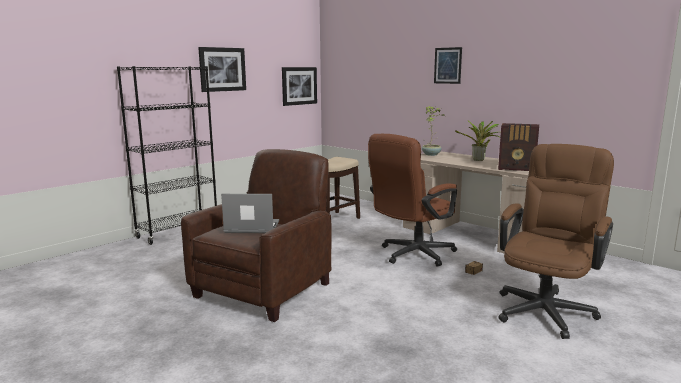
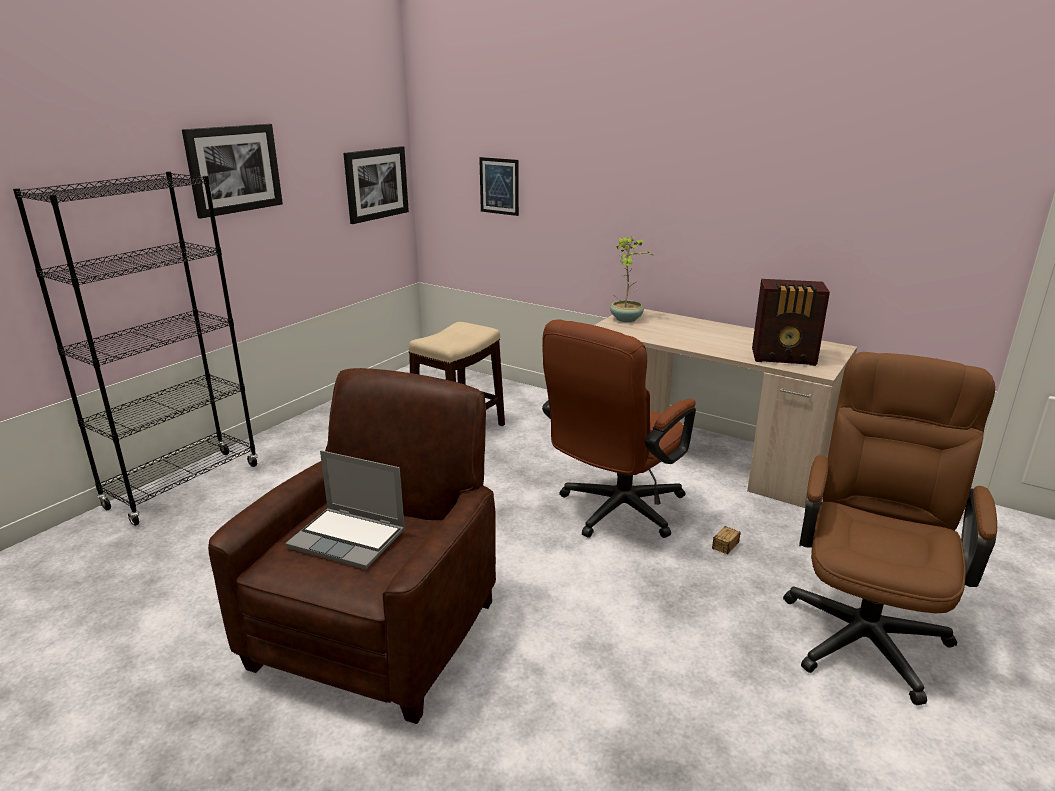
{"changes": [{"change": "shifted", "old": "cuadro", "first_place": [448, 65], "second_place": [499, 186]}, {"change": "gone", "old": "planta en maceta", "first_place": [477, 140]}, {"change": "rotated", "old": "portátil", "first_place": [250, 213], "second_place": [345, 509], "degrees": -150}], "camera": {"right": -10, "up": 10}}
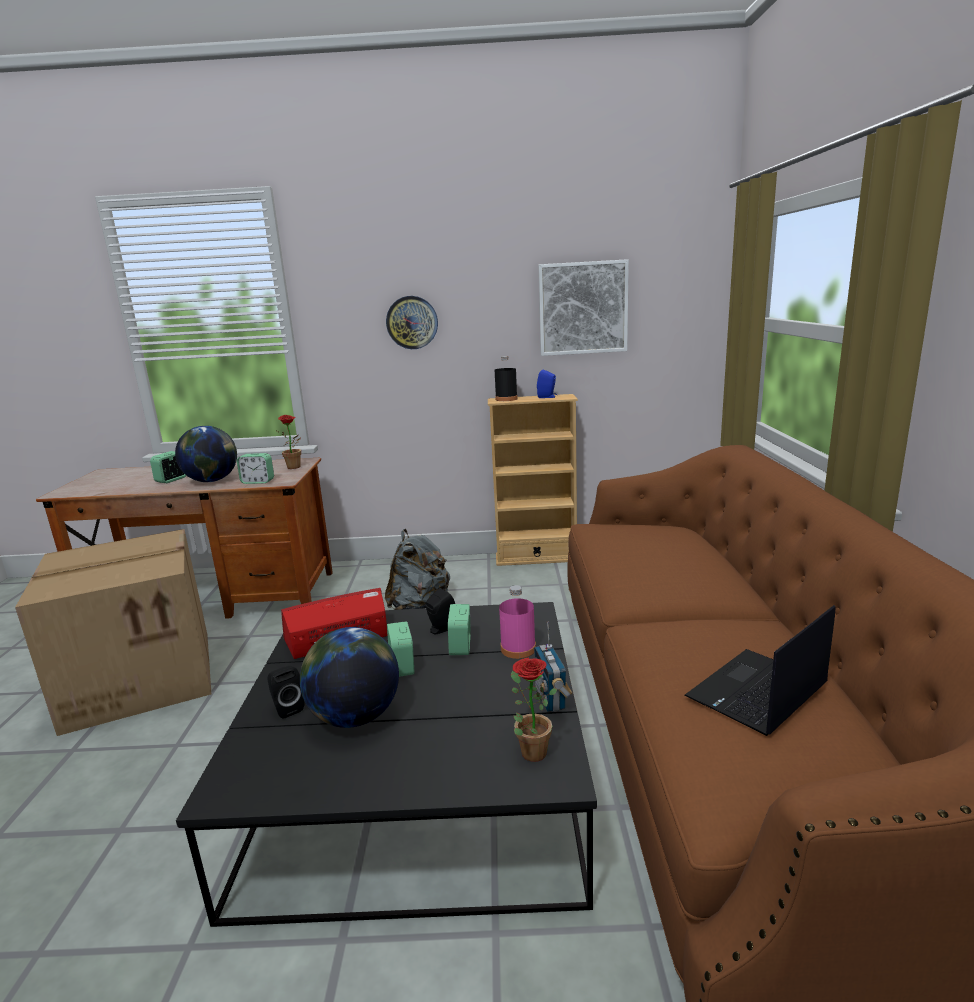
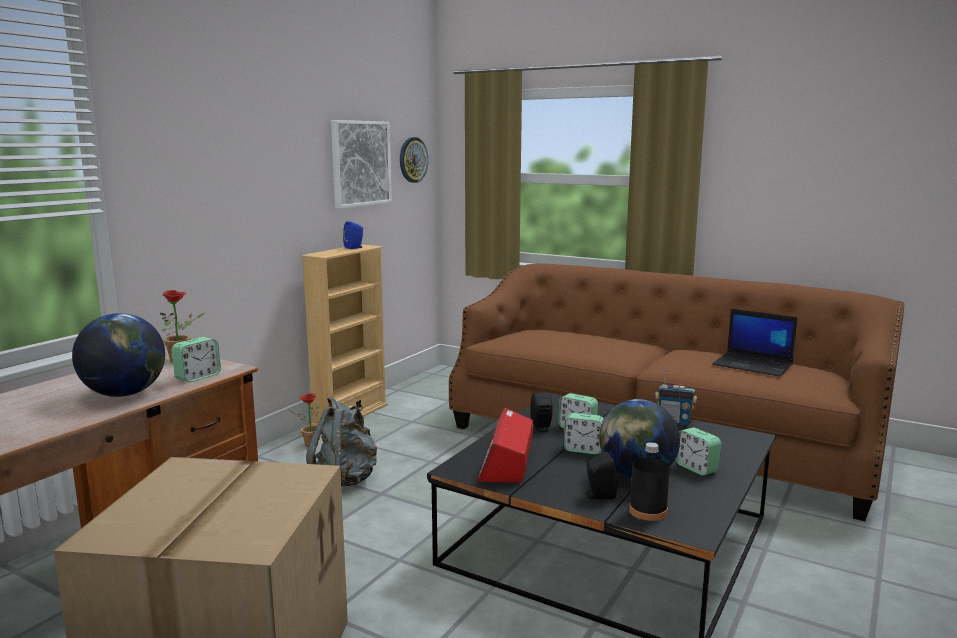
{"changes": [{"change": "shifted", "old": "reloj de pared", "first_place": [412, 322], "second_place": [414, 160]}, {"change": "shifted", "old": "botella [negro]", "first_place": [506, 378], "second_place": [649, 481]}, {"change": "shifted", "old": "despertador", "first_place": [168, 467], "second_place": [698, 451]}, {"change": "gone", "old": "botella [rosa]", "first_place": [517, 622]}, {"change": "rotated", "old": "portátil", "first_place": [760, 670], "second_place": [755, 342], "degrees": -45}, {"change": "shifted", "old": "planta en maceta", "first_place": [534, 710], "second_place": [304, 420]}], "camera": {"right": -60, "up": -5}}
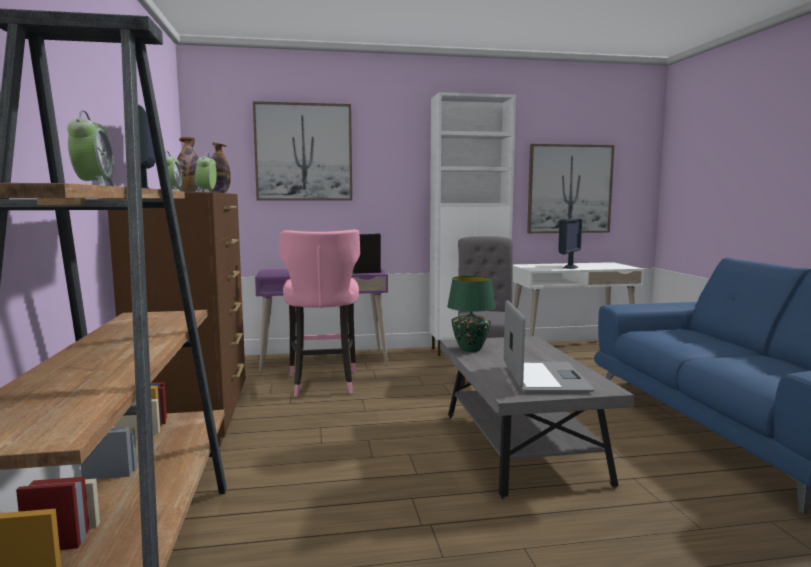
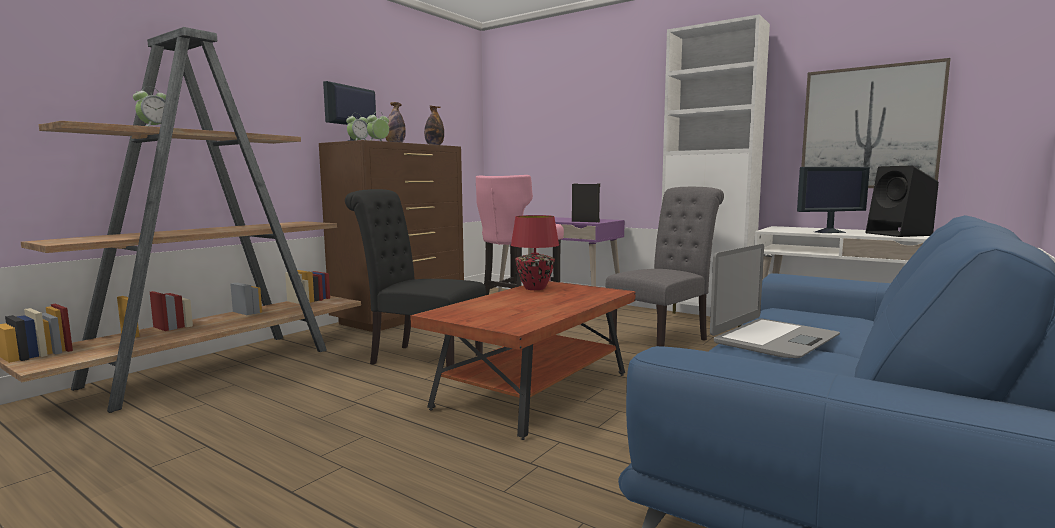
{"changes": [{"change": "gone", "old": "cuadro", "first_place": [302, 150]}, {"change": "repainted", "old": "lámpara de mesa [verde]", "new": "lámpara de mesa [rojo]", "first_place": [471, 314], "second_place": [535, 252]}, {"change": "shifted", "old": "portátil", "first_place": [549, 347], "second_place": [775, 301]}, {"change": "repainted", "old": "mesa de centro [gris]", "new": "mesa de centro [marrón]", "first_place": [537, 417], "second_place": [522, 360]}, {"change": "new", "new": "altavoz [negro]", "second_place": [902, 201]}, {"change": "new", "new": "silla [negro]", "second_place": [415, 278]}], "camera": {"right": 45, "up": 0}}
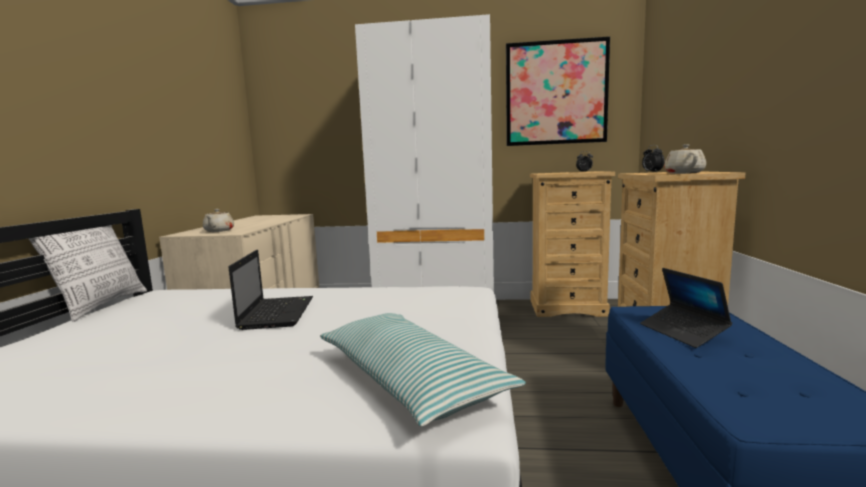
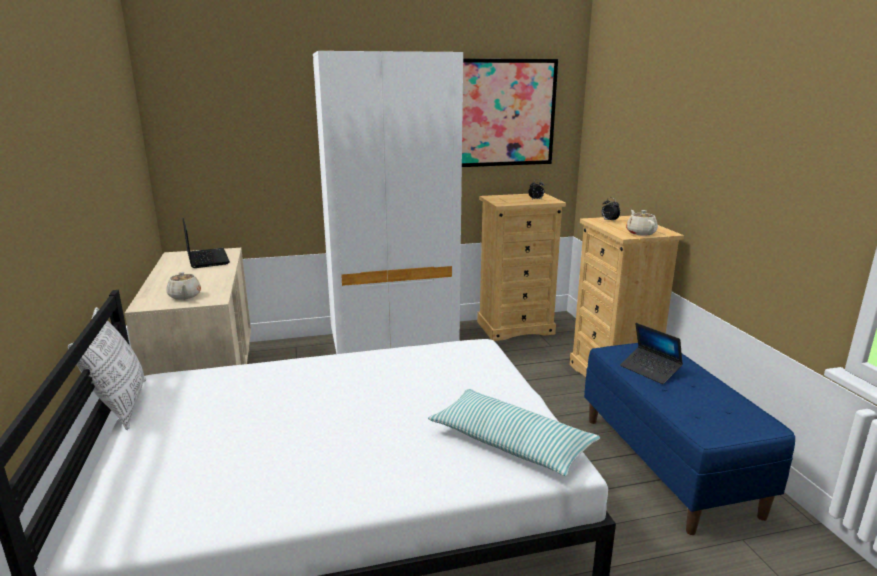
{"changes": [{"change": "shifted", "old": "portátil", "first_place": [271, 290], "second_place": [206, 243]}], "camera": {"right": -20, "up": 10}}
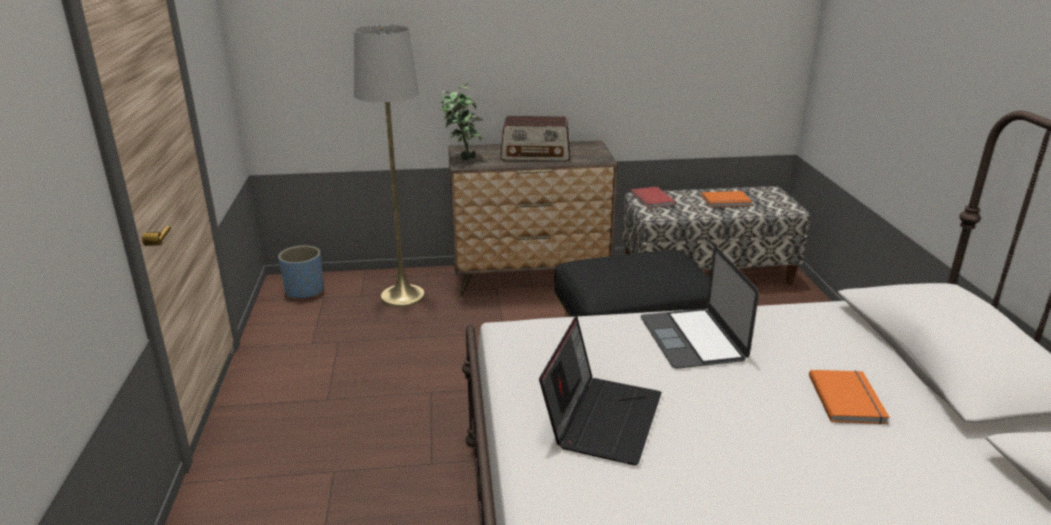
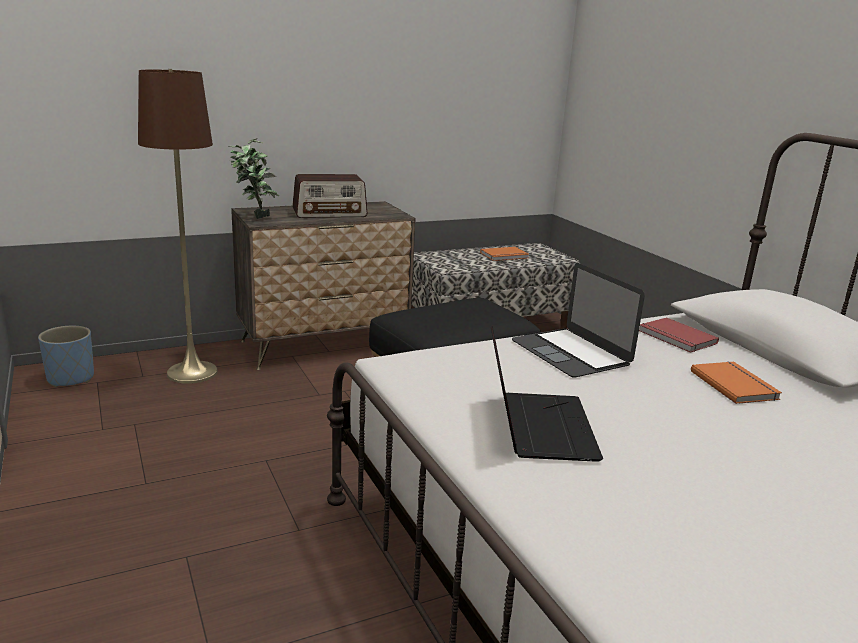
{"changes": [{"change": "repainted", "old": "lámpara de pie [gris]", "new": "lámpara de pie [marrón]", "first_place": [389, 166], "second_place": [178, 226]}, {"change": "shifted", "old": "libro [rojo]", "first_place": [653, 198], "second_place": [679, 335]}], "camera": {"right": -20, "up": -5}}
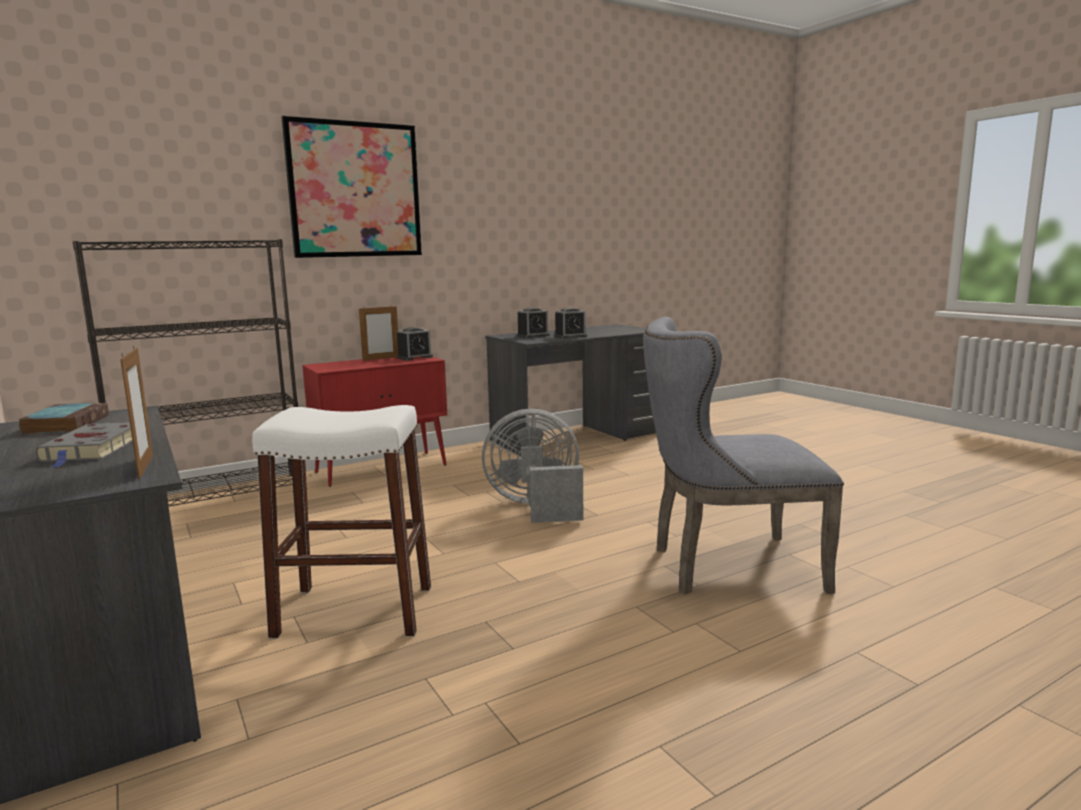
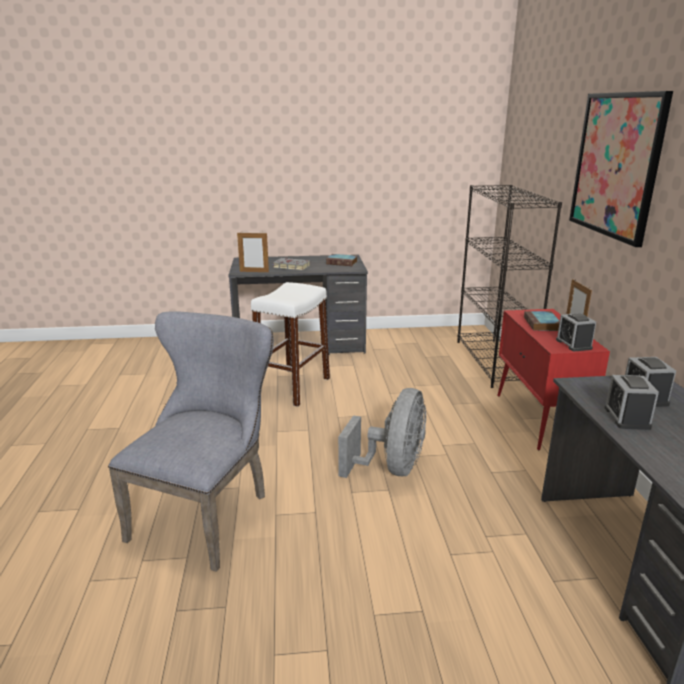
{"changes": [{"change": "new", "new": "libro", "second_place": [542, 321]}], "camera": {"right": 115, "up": 10}}
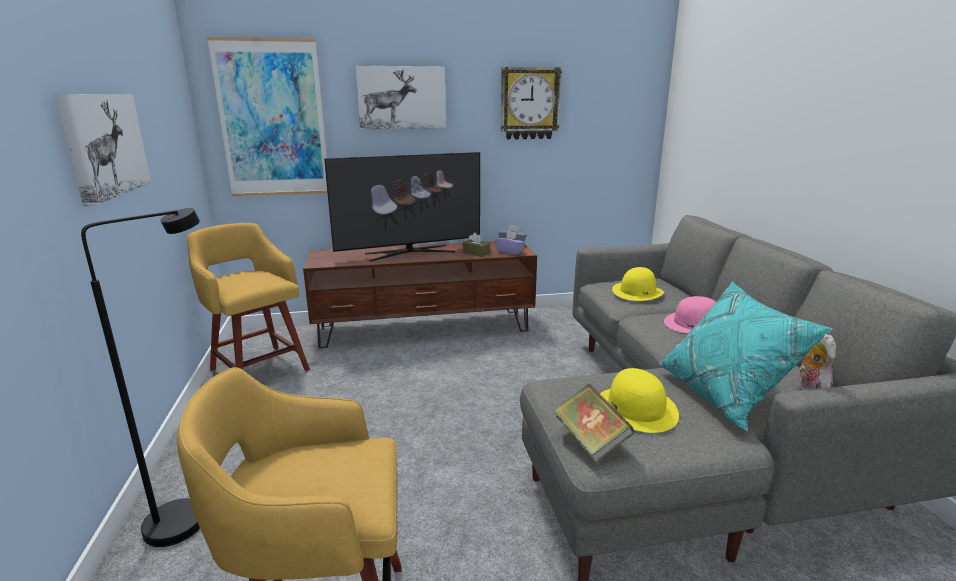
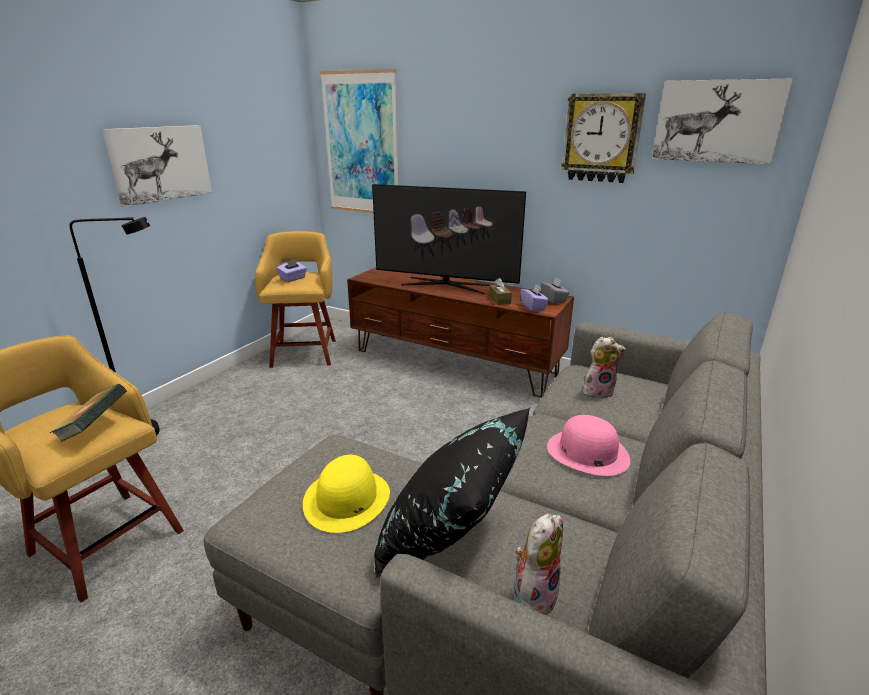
{"changes": [{"change": "shifted", "old": "cuadro", "first_place": [401, 97], "second_place": [722, 121]}, {"change": "swapped", "old": "sombrero [amarillo]", "new": "peluche", "first_place": [638, 284], "second_place": [604, 367]}, {"change": "repainted", "old": "cojín [turquesa]", "new": "cojín [negro]", "first_place": [746, 357], "second_place": [452, 492]}, {"change": "shifted", "old": "libro", "first_place": [594, 424], "second_place": [88, 412]}, {"change": "new", "new": "caja de pañuelos [morado]", "second_place": [292, 270]}], "camera": {"right": 40, "up": 5}}
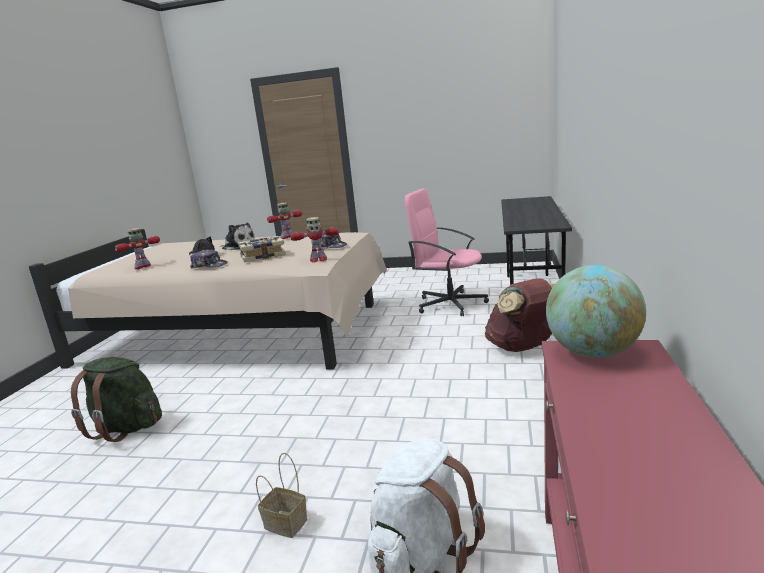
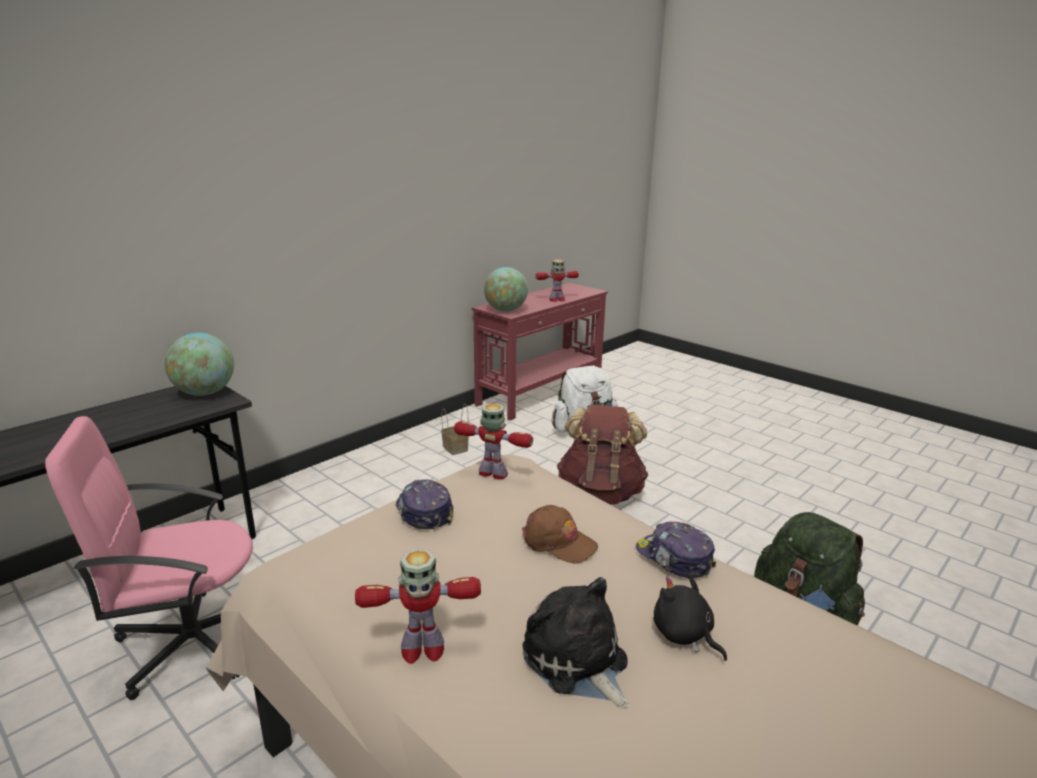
{"changes": [{"change": "rotated", "old": "silla de oficina [rosa]", "first_place": [447, 252], "second_place": [149, 558], "degrees": 105}, {"change": "shifted", "old": "robot de juguete", "first_place": [137, 248], "second_place": [557, 280]}, {"change": "swapped", "old": "libro", "new": "gorra [marrón]", "first_place": [262, 249], "second_place": [560, 534]}, {"change": "shifted", "old": "mochila [marrón]", "first_place": [520, 315], "second_place": [602, 455]}, {"change": "shifted", "old": "cesta", "first_place": [281, 495], "second_place": [455, 429]}, {"change": "new", "new": "globo terráqueo", "second_place": [199, 364]}], "camera": {"right": -150, "up": 5}}
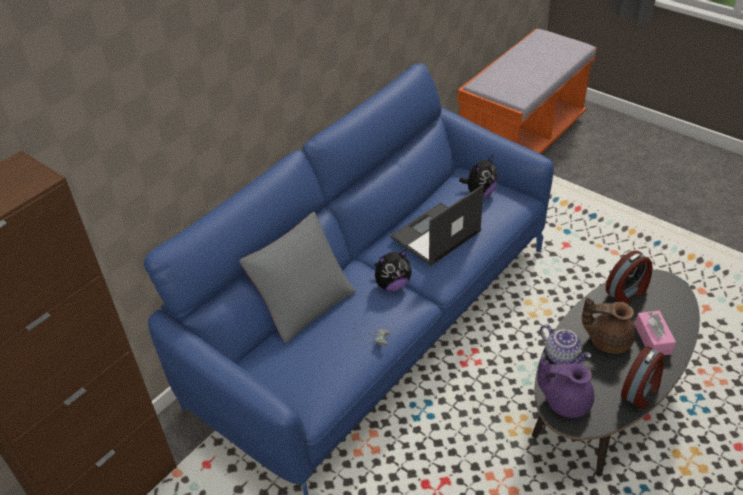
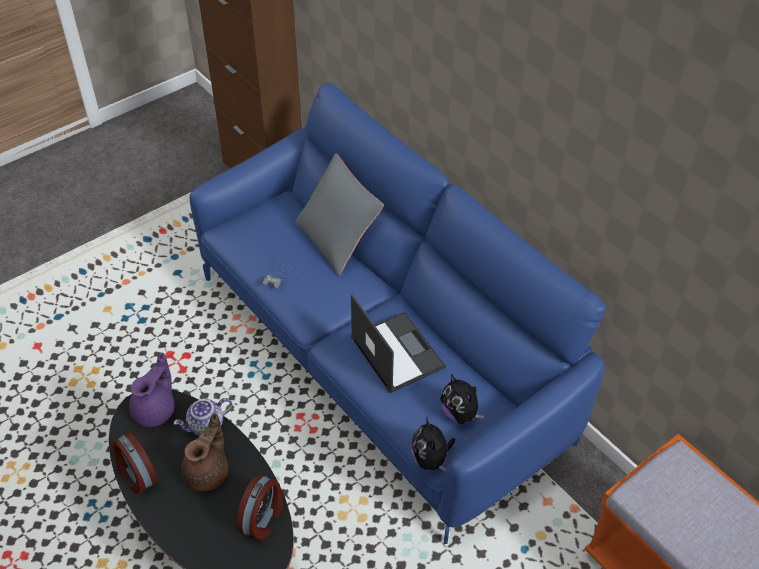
{"changes": [{"change": "shifted", "old": "peluche", "first_place": [393, 270], "second_place": [433, 444]}, {"change": "rotated", "old": "despertador", "first_place": [629, 277], "second_place": [260, 507], "degrees": -135}, {"change": "gone", "old": "caja de pañuelos [rosa]", "first_place": [655, 333]}], "camera": {"right": 100, "up": 5}}
